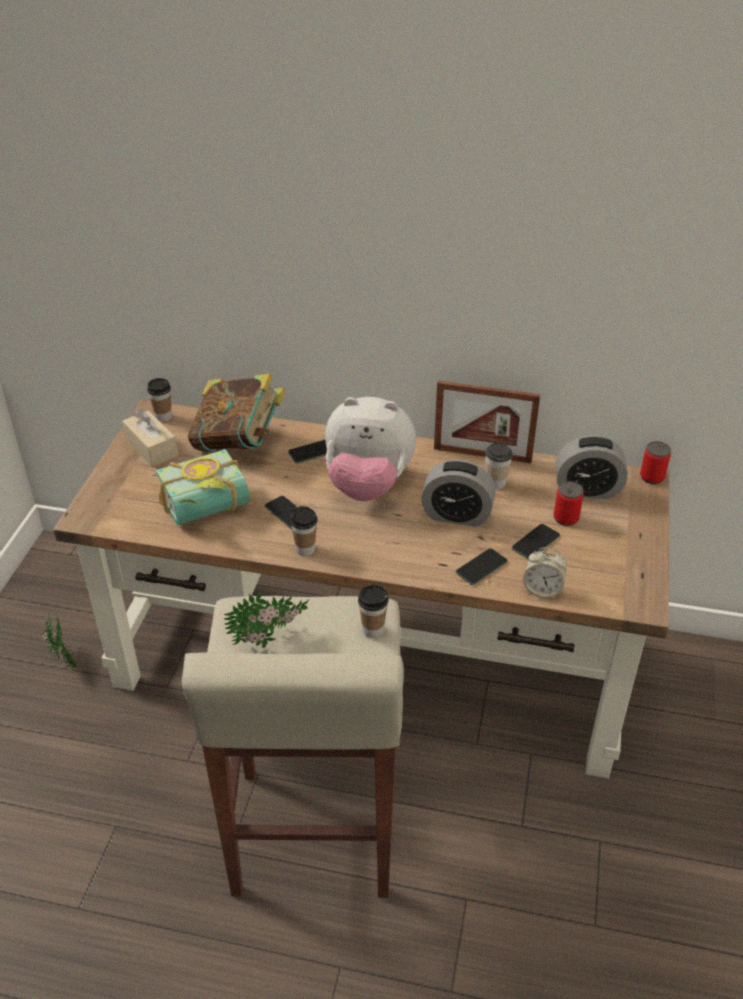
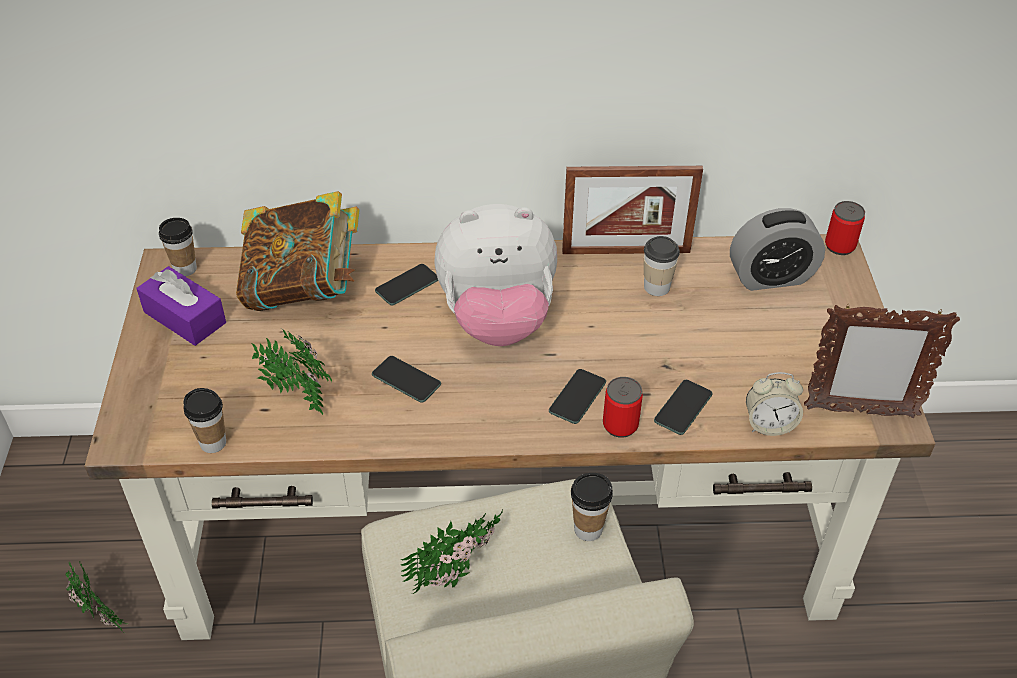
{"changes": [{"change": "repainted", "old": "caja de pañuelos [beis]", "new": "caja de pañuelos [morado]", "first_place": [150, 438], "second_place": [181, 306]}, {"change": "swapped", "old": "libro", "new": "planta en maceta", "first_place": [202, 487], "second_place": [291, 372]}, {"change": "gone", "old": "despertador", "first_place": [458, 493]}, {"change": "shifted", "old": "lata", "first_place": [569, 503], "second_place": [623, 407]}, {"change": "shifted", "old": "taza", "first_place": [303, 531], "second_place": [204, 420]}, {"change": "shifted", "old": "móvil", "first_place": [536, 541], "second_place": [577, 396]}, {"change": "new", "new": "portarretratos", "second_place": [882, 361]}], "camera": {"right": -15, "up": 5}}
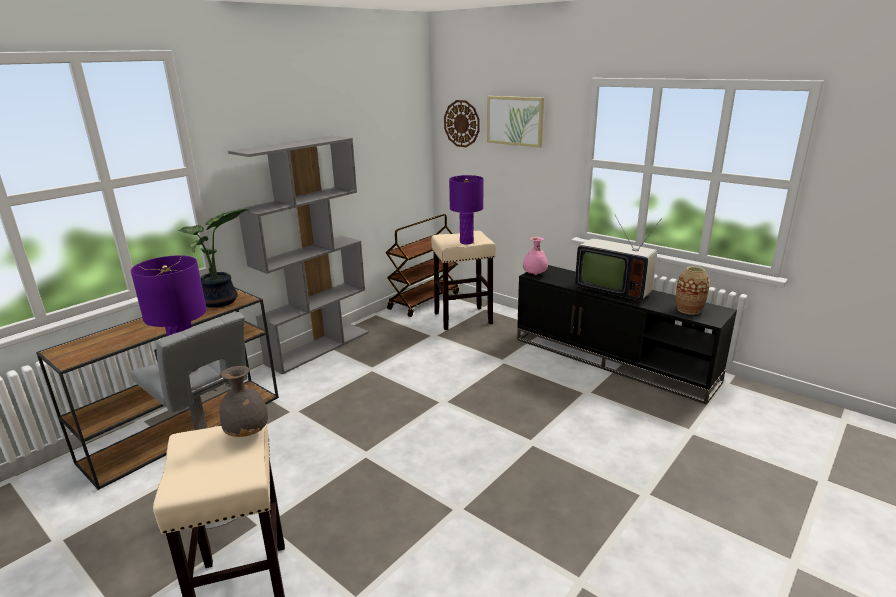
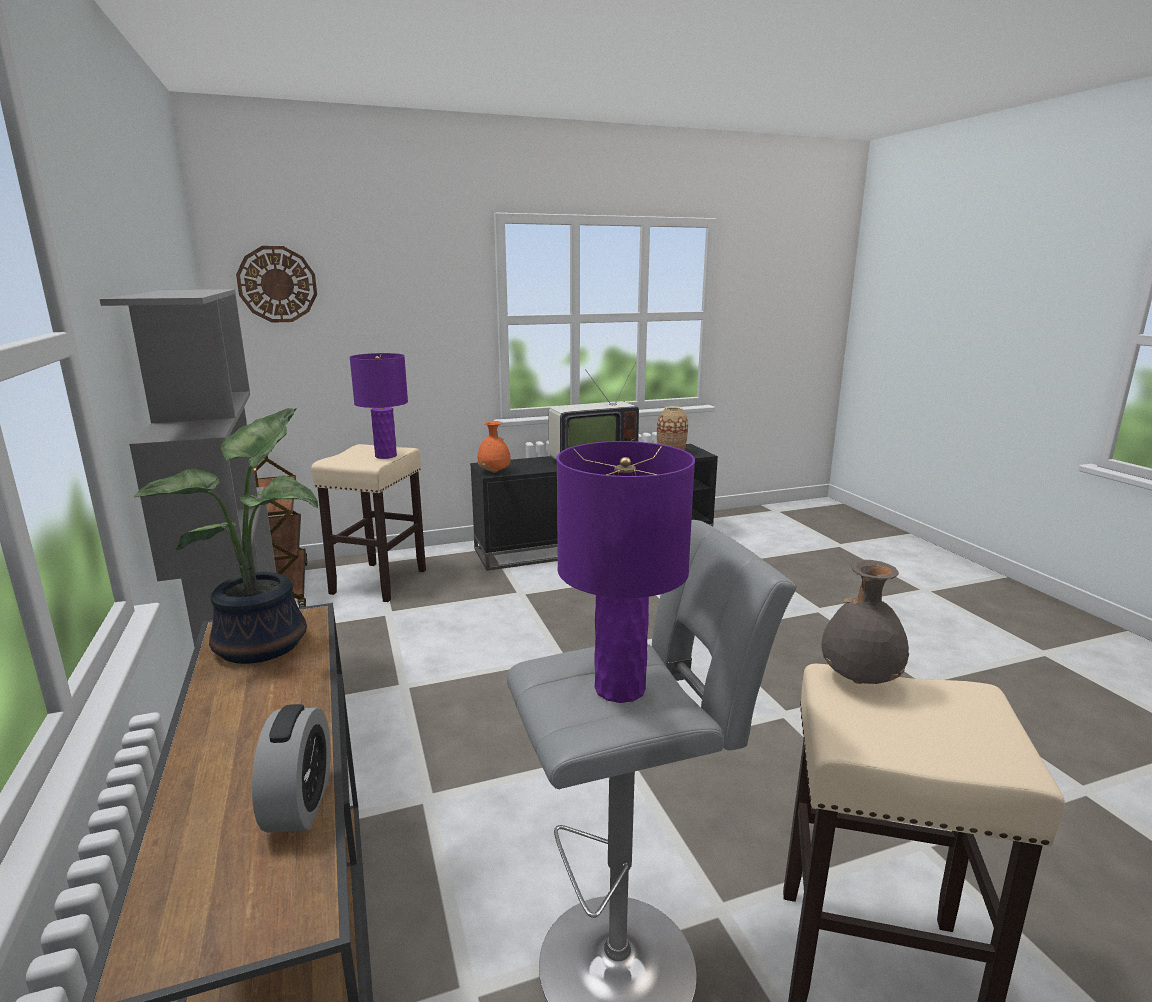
{"changes": [{"change": "gone", "old": "cuadro", "first_place": [515, 122]}, {"change": "repainted", "old": "florero [rosa]", "new": "florero [naranja]", "first_place": [535, 256], "second_place": [494, 447]}, {"change": "new", "new": "despertador", "second_place": [291, 768]}], "camera": {"right": -60, "up": -5}}
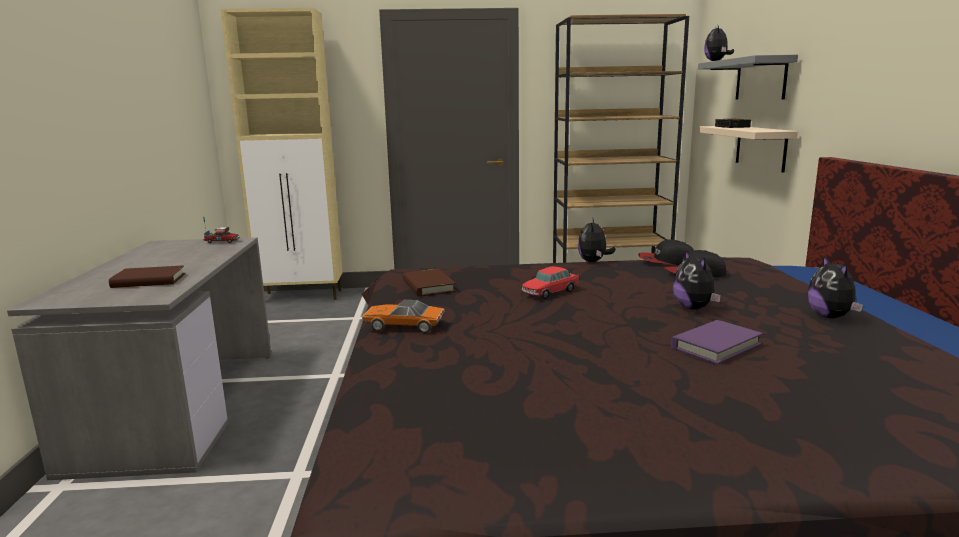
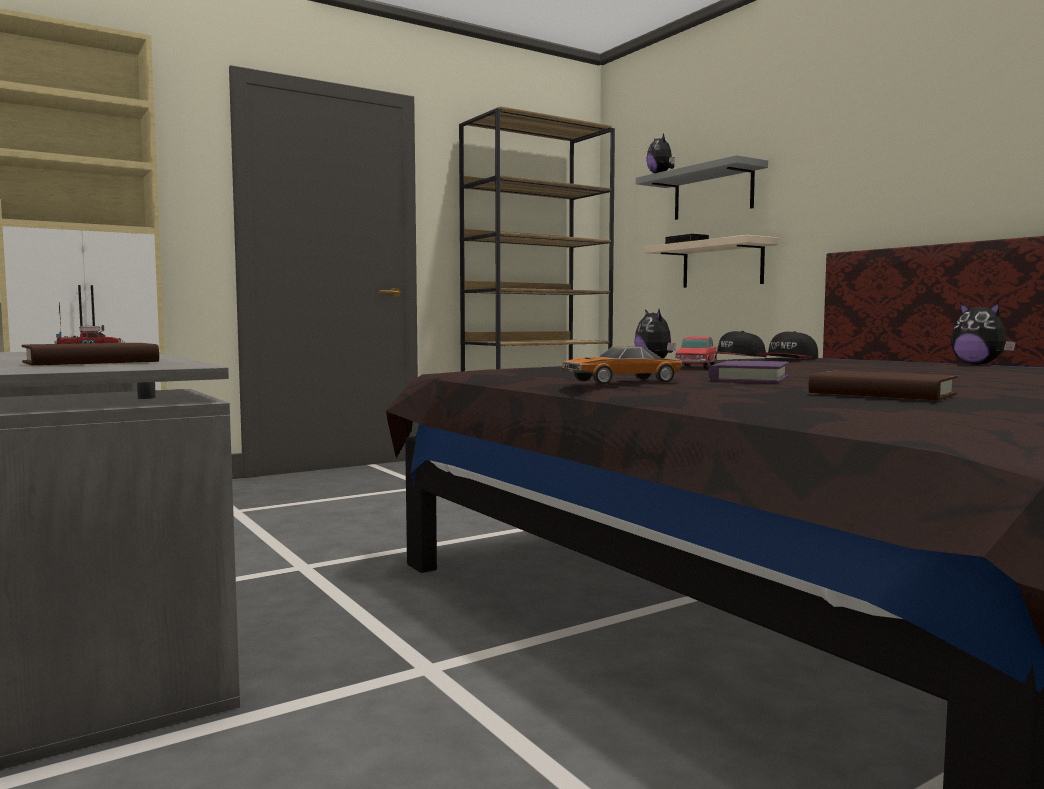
{"changes": [{"change": "gone", "old": "peluche", "first_place": [697, 280]}, {"change": "shifted", "old": "libro [marrón]", "first_place": [429, 282], "second_place": [883, 385]}, {"change": "shifted", "old": "libro [morado]", "first_place": [716, 342], "second_place": [749, 372]}], "camera": {"right": -30, "up": -10}}
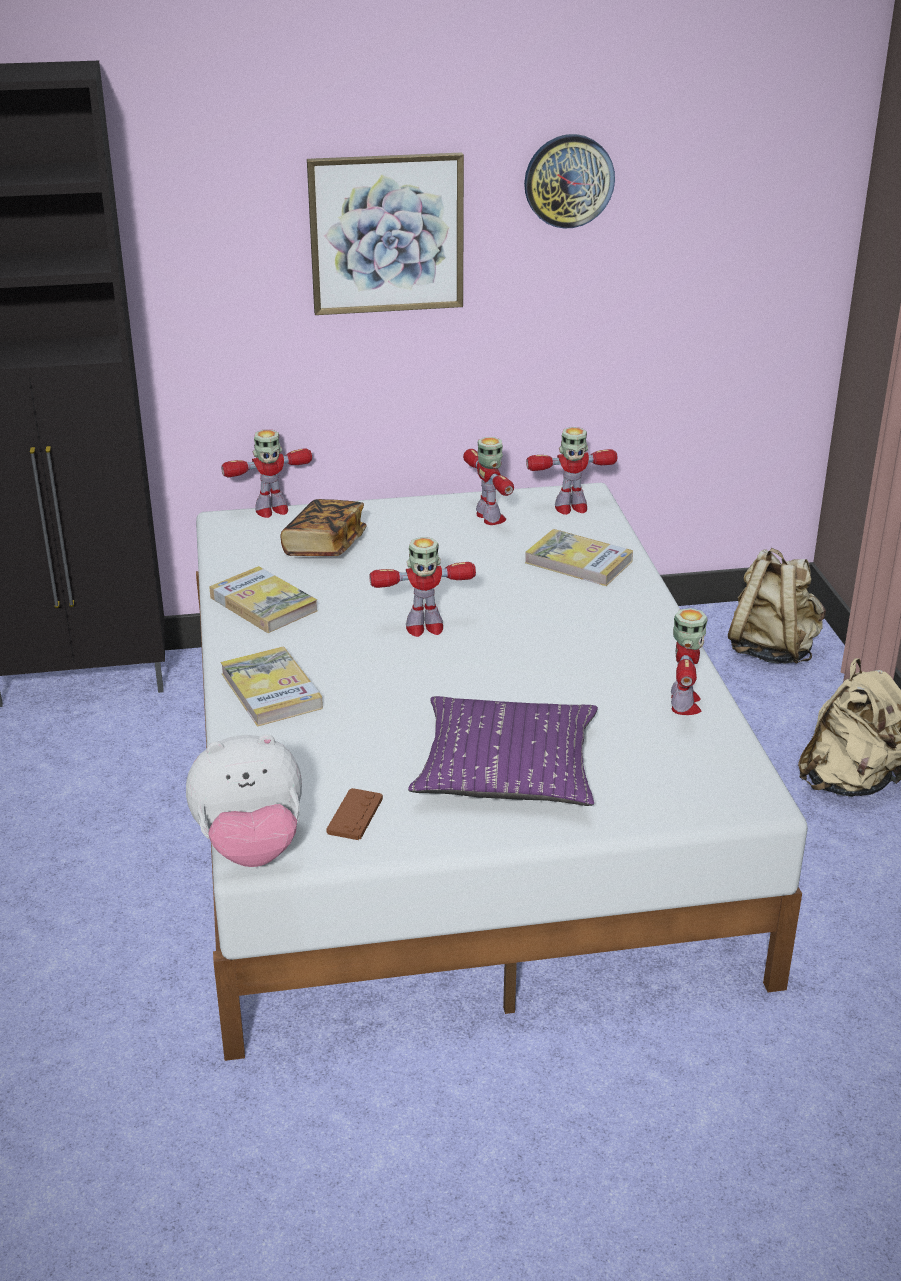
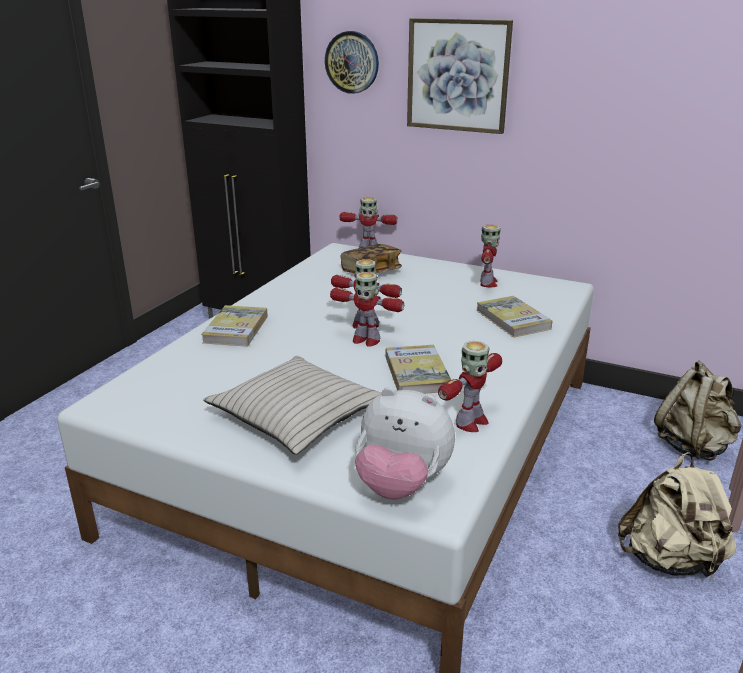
{"changes": [{"change": "shifted", "old": "reloj de pared", "first_place": [569, 181], "second_place": [352, 62]}, {"change": "shifted", "old": "robot de juguete", "first_place": [571, 471], "second_place": [367, 309]}, {"change": "shifted", "old": "libro", "first_place": [263, 599], "second_place": [418, 369]}, {"change": "repainted", "old": "cojín [morado]", "new": "cojín [beis]", "first_place": [503, 751], "second_place": [292, 405]}, {"change": "shifted", "old": "peluche", "first_place": [244, 800], "second_place": [405, 443]}, {"change": "gone", "old": "mando de consola [marrón]", "first_place": [354, 814]}], "camera": {"right": 35, "up": -5}}
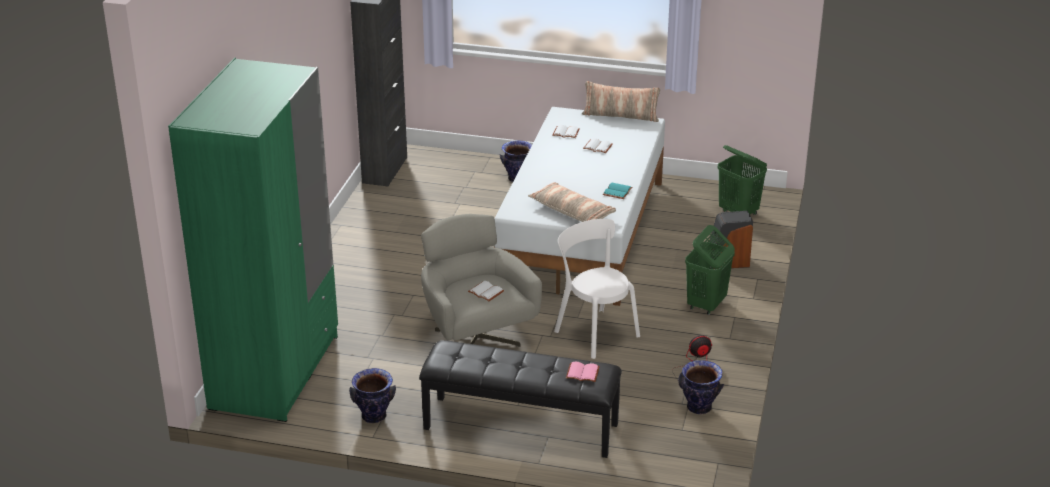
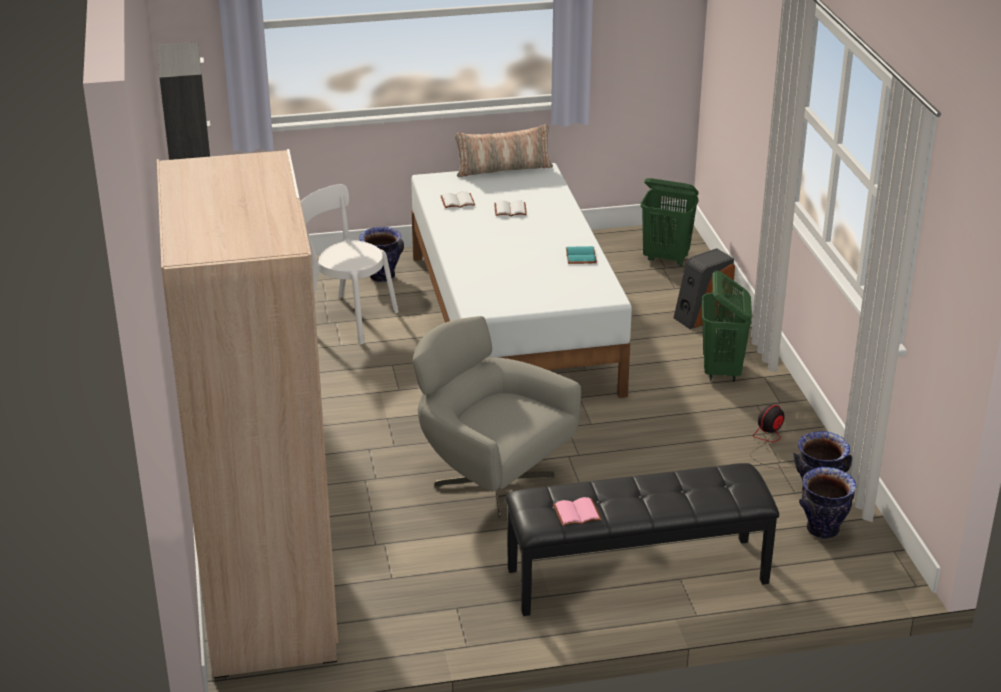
{"changes": [{"change": "repainted", "old": "armario ropero [verde]", "new": "armario ropero [beis]", "first_place": [253, 240], "second_place": [247, 413]}, {"change": "gone", "old": "cojín", "first_place": [572, 202]}, {"change": "shifted", "old": "silla [blanco]", "first_place": [597, 289], "second_place": [350, 264]}, {"change": "gone", "old": "libro [blanco]", "first_place": [486, 291]}, {"change": "shifted", "old": "libro [rosa]", "first_place": [583, 372], "second_place": [577, 511]}, {"change": "shifted", "old": "florero", "first_place": [372, 395], "second_place": [827, 503]}], "camera": {"right": -25, "up": 0}}
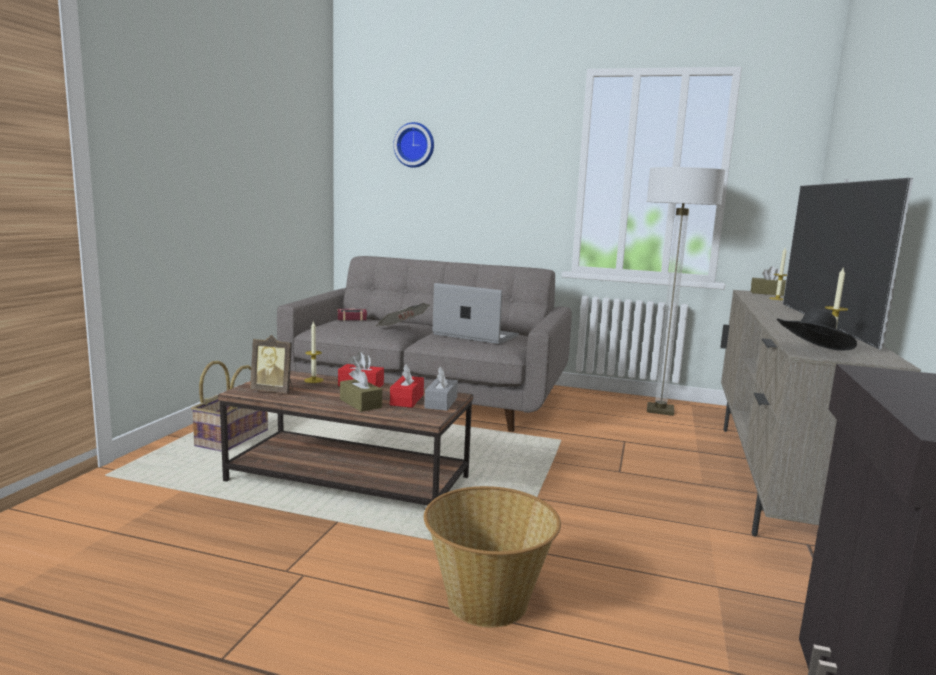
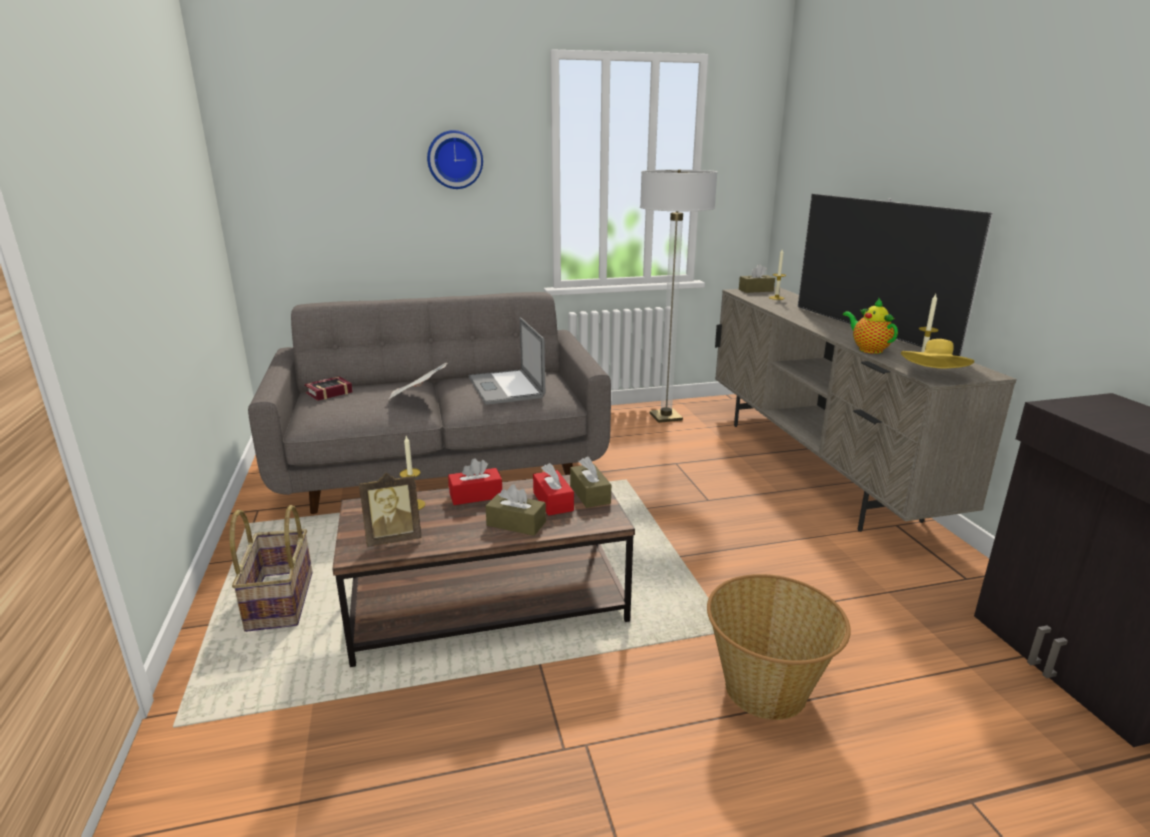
{"changes": [{"change": "shifted", "old": "reloj de pared", "first_place": [413, 145], "second_place": [455, 159]}, {"change": "rotated", "old": "portátil", "first_place": [476, 313], "second_place": [507, 361], "degrees": -105}, {"change": "repainted", "old": "sombrero [negro]", "new": "sombrero [amarillo]", "first_place": [816, 329], "second_place": [937, 354]}, {"change": "repainted", "old": "caja de pañuelos [gris]", "new": "caja de pañuelos [marrón]", "first_place": [441, 389], "second_place": [590, 482]}, {"change": "new", "new": "tetera", "second_place": [870, 326]}], "camera": {"right": -30, "up": 10}}
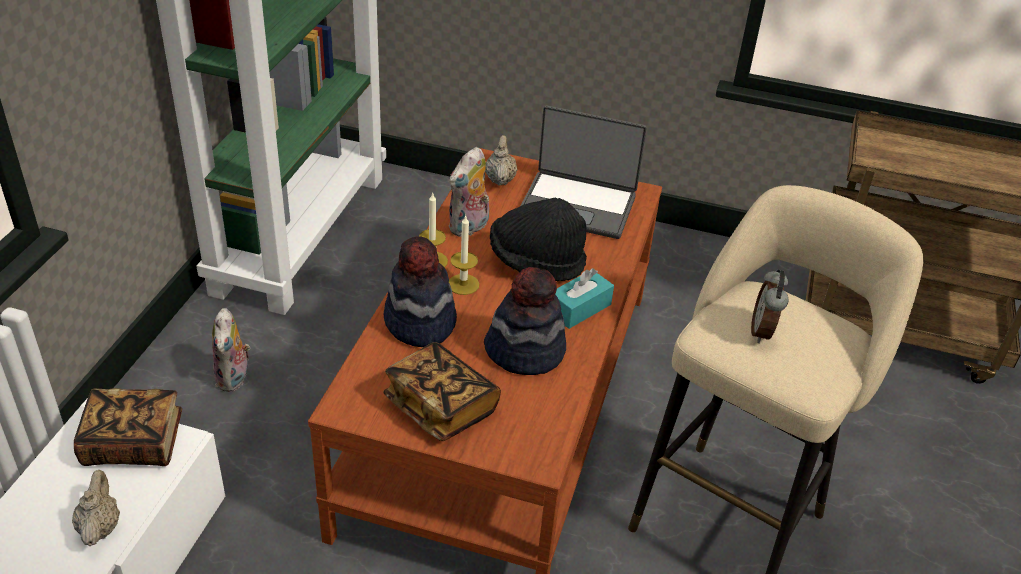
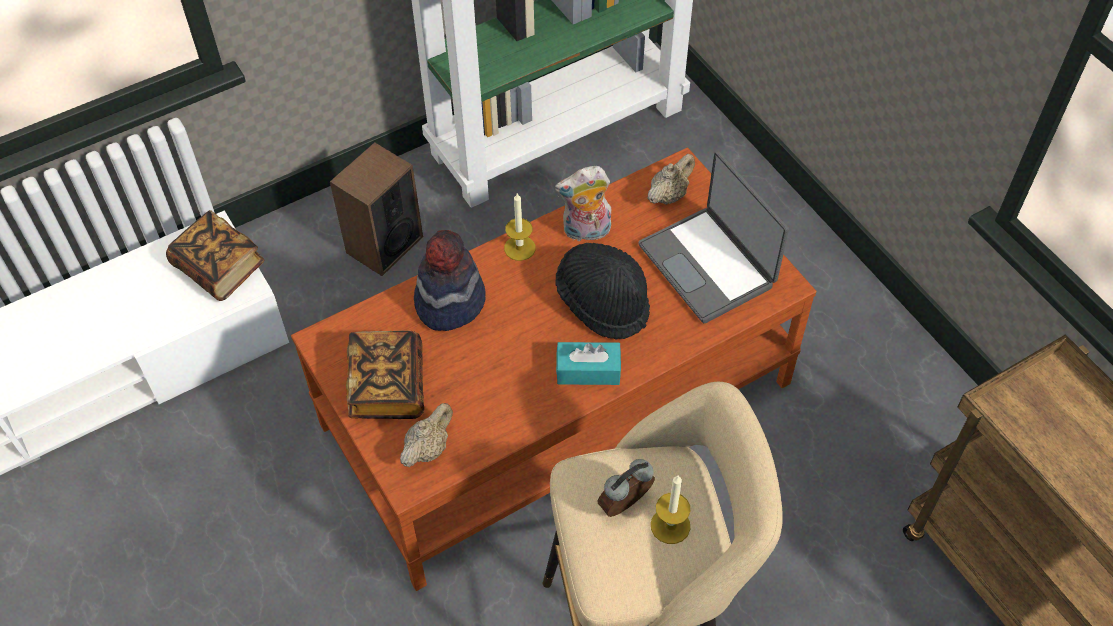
{"changes": [{"change": "shifted", "old": "vela", "first_place": [464, 255], "second_place": [670, 510]}, {"change": "gone", "old": "sombrero", "first_place": [525, 321]}, {"change": "swapped", "old": "peluche", "new": "altavoz", "first_place": [231, 350], "second_place": [376, 209]}, {"change": "shifted", "old": "tetera [beis]", "first_place": [96, 508], "second_place": [426, 435]}], "camera": {"right": 45, "up": 15}}
